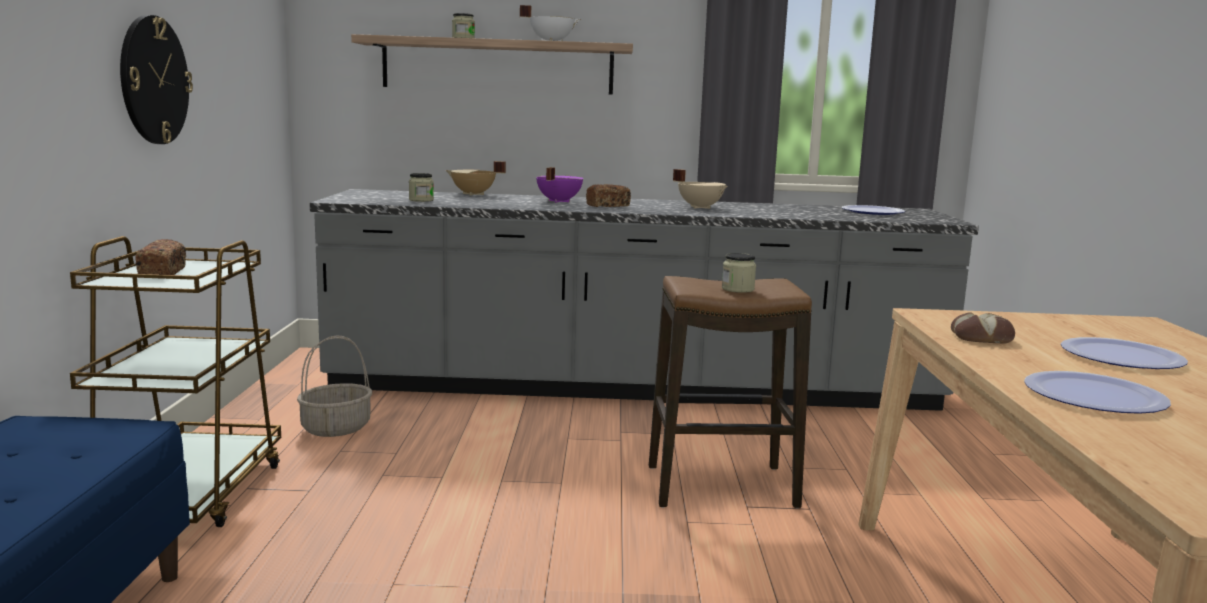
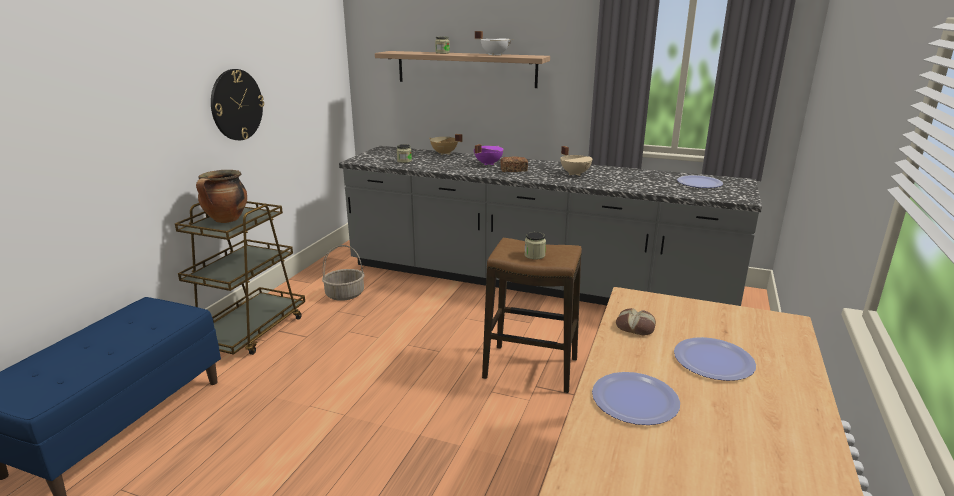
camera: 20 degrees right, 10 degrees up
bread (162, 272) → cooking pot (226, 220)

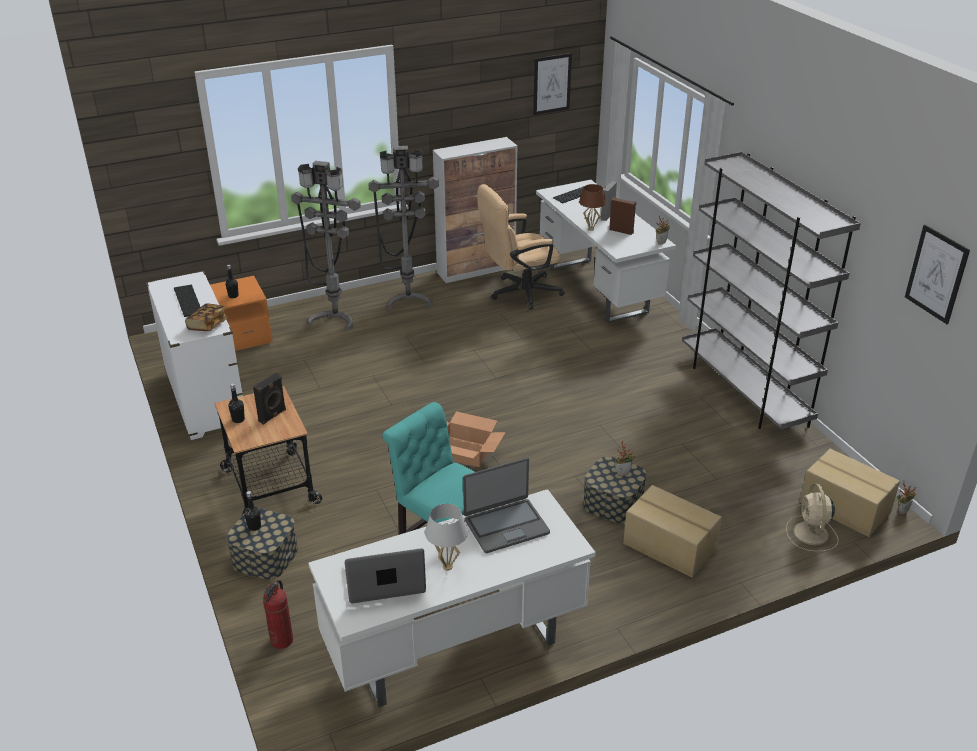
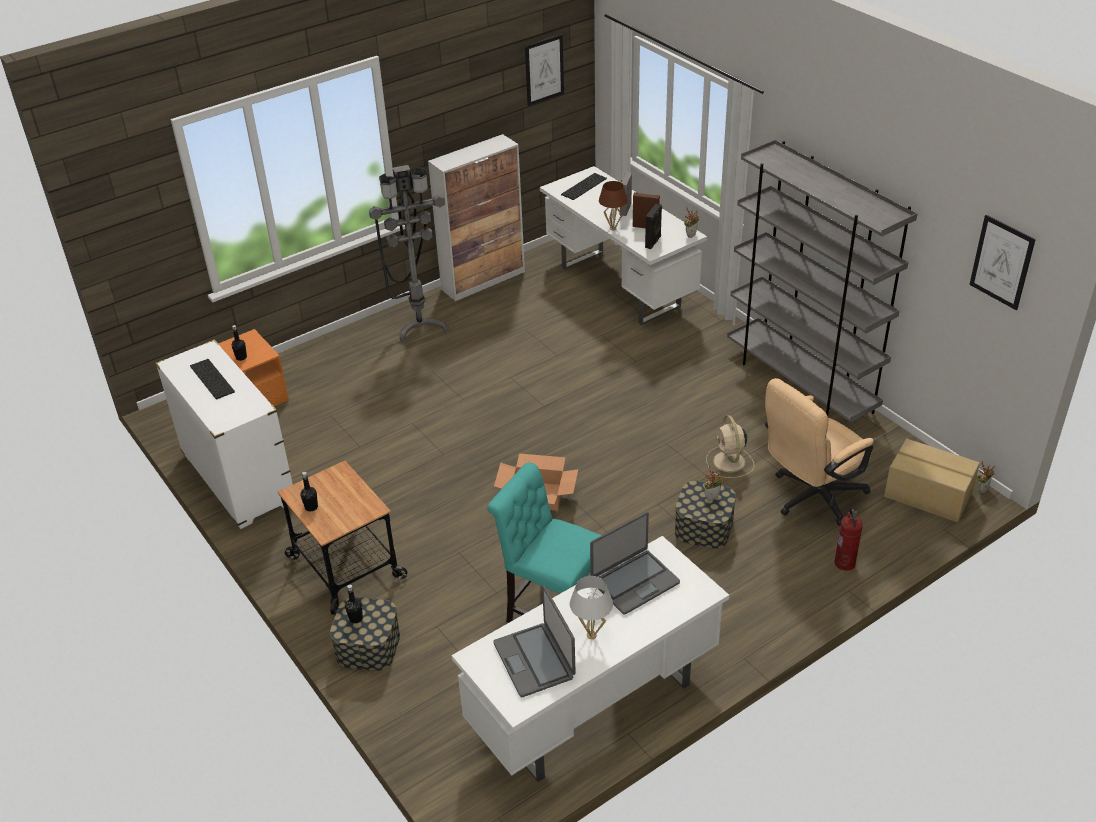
camera: 10 degrees left, 5 degrees up
book (208, 325) → -
speaker/black (273, 416) → speaker/black (653, 242), shifted
fire extinguisher (282, 640) → fire extinguisher (845, 563), shifted
floor lamp/grey (334, 317) → -
laptop (385, 580) → laptop (535, 660), 90 degrees counterclockwise
office chair/beige (519, 293) → office chair/beige (811, 498), shifted
cardboard box (669, 547) → -
fan/beige (811, 534) → fan/beige (729, 462), shifted

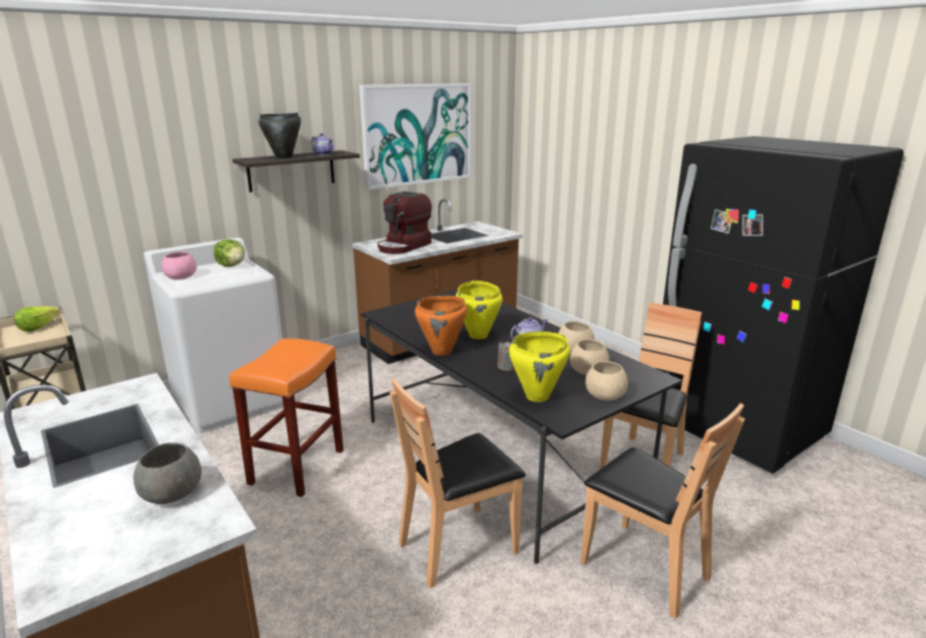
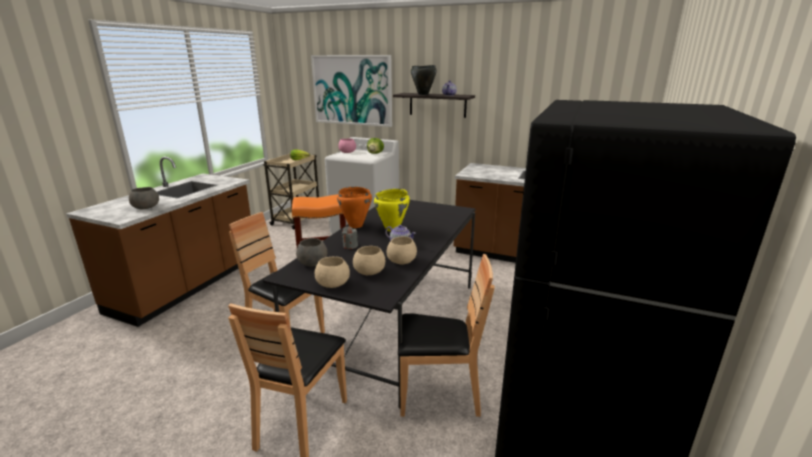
camera: 60 degrees right, 0 degrees up
picture (418, 134) → picture (352, 90), shifted
coffee machine (404, 246) → -
cooking pot/yellow (537, 396) → bowl/grey (313, 263)

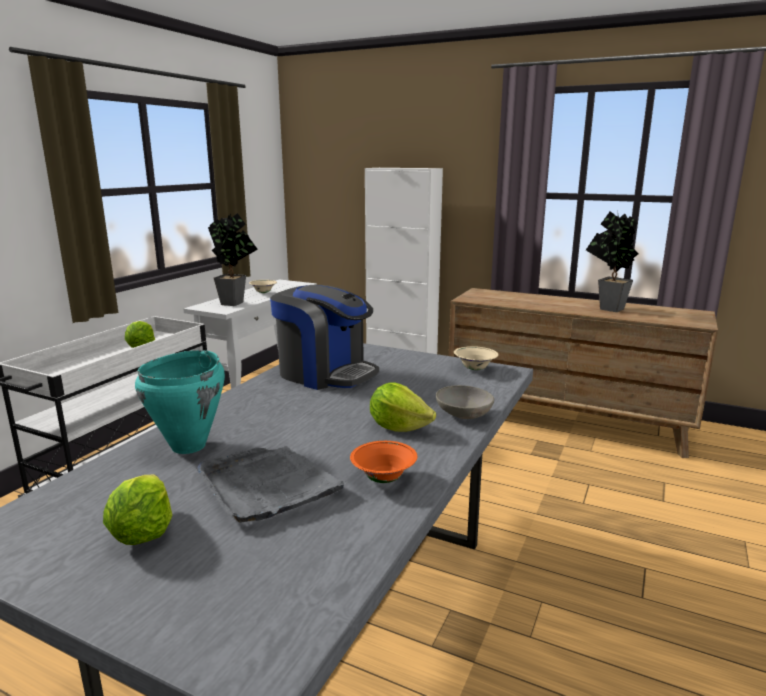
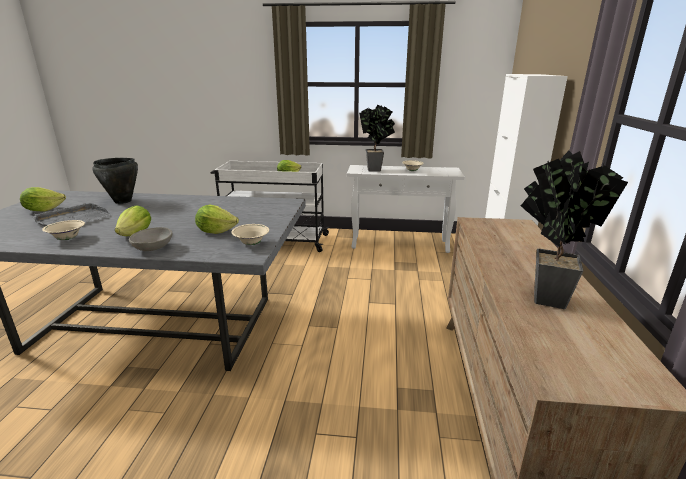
camera: 70 degrees right, 5 degrees up
cooking pot/turquoise (189, 446) → cooking pot/black (123, 201)
coffee machine (325, 373) → -
bowl/orange (384, 479) → bowl/beige (67, 239)
- → lettuce (216, 231)

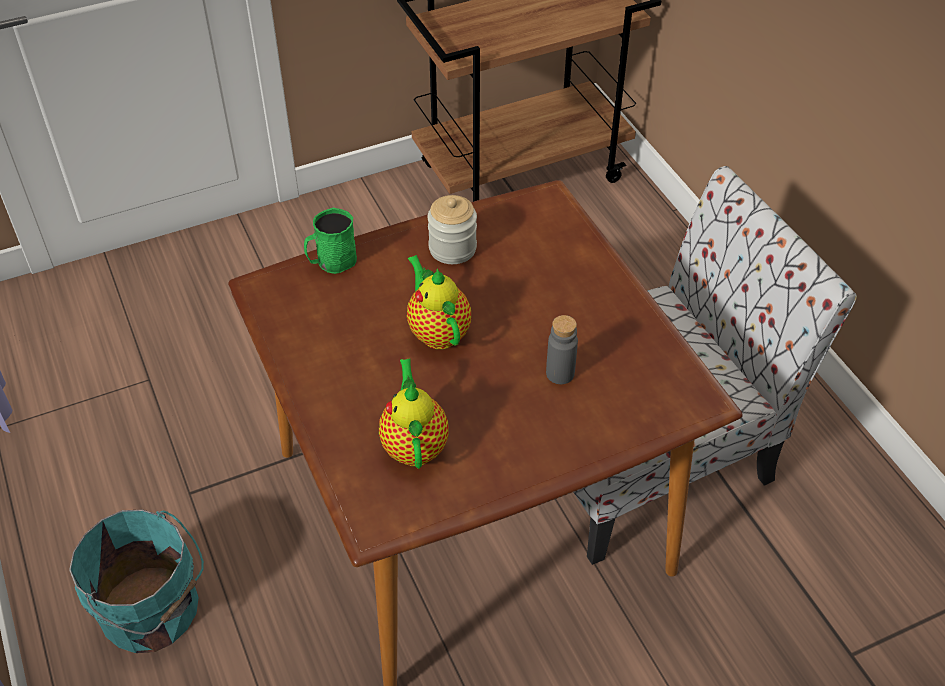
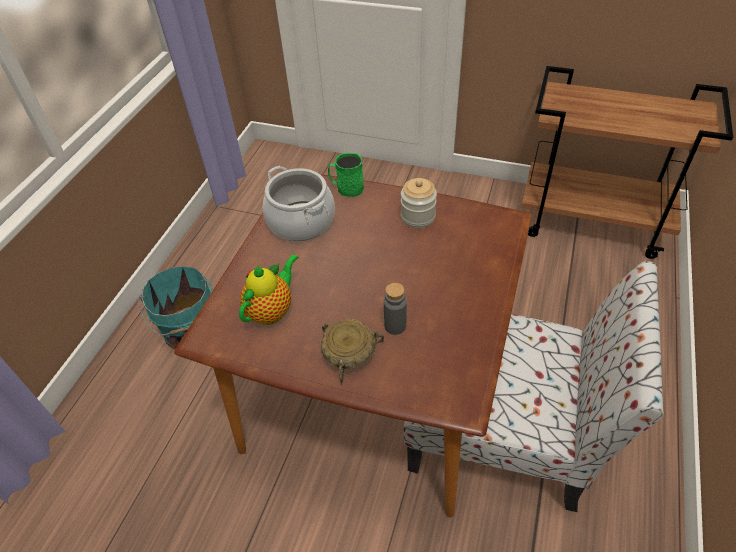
camera: 45 degrees right, 0 degrees up
teapot (437, 331) → -
- → cooking pot (301, 221)
- → bowl/beige (348, 352)

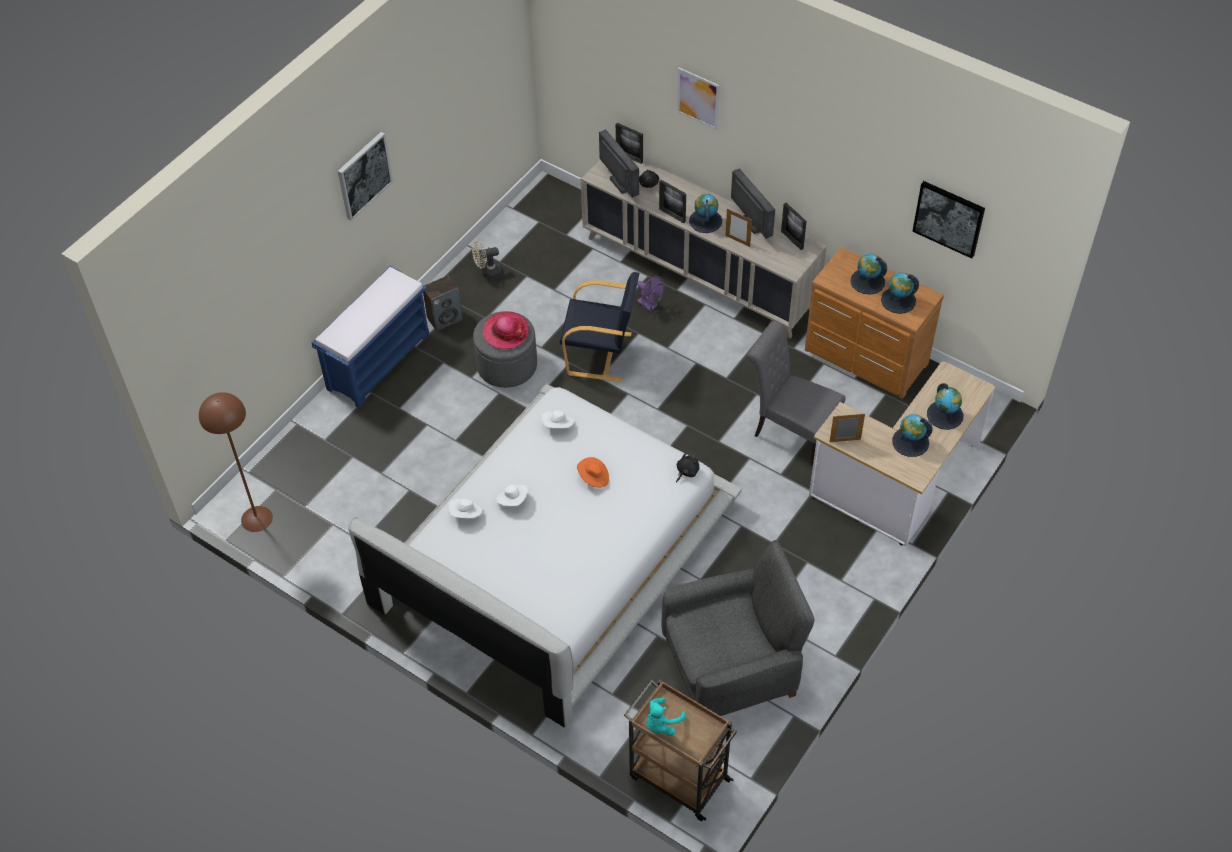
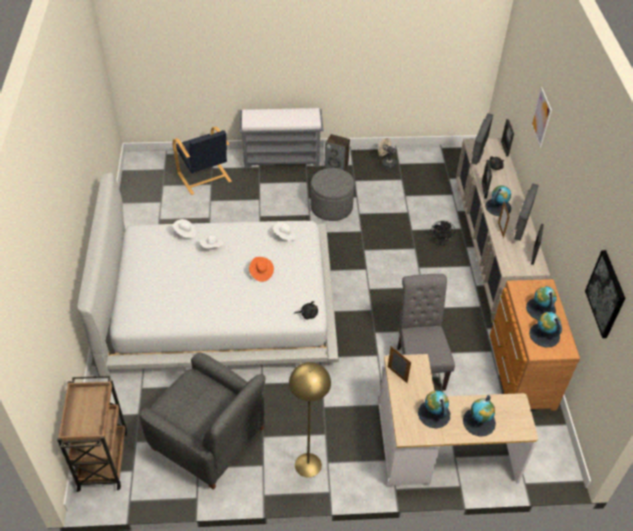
camera: 50 degrees right, 5 degrees down
floor lamp/brown (256, 519) → -
bench/blue (379, 361) → bench/grey (282, 158)
picture (364, 175) → -
hat (505, 332) → -
armchair/black (601, 354) → armchair/black (204, 178), shifted
fan/purple (650, 305) → fan/black (440, 242)
plush toy/turquoise (662, 724) → -
- → floor lamp/yellow (308, 465)

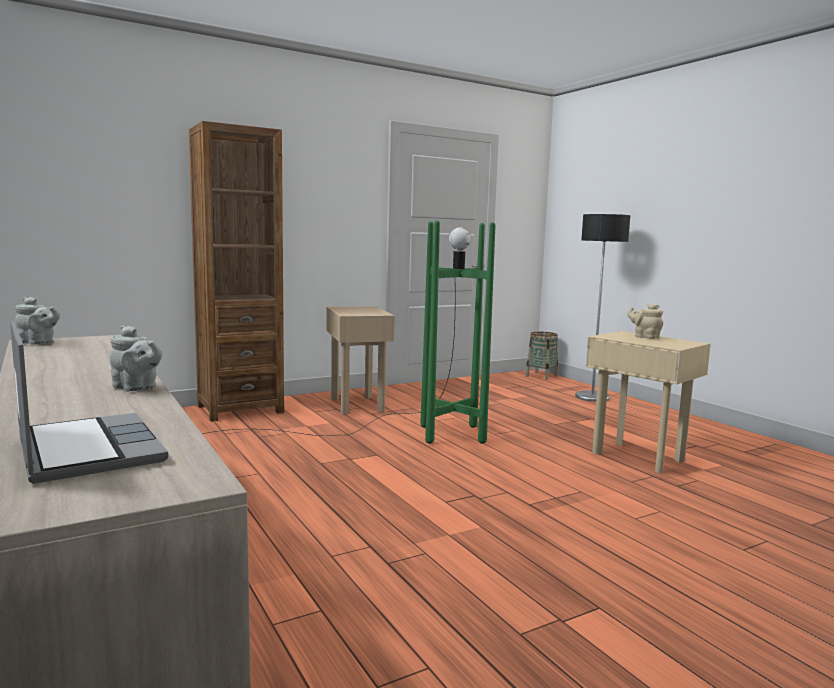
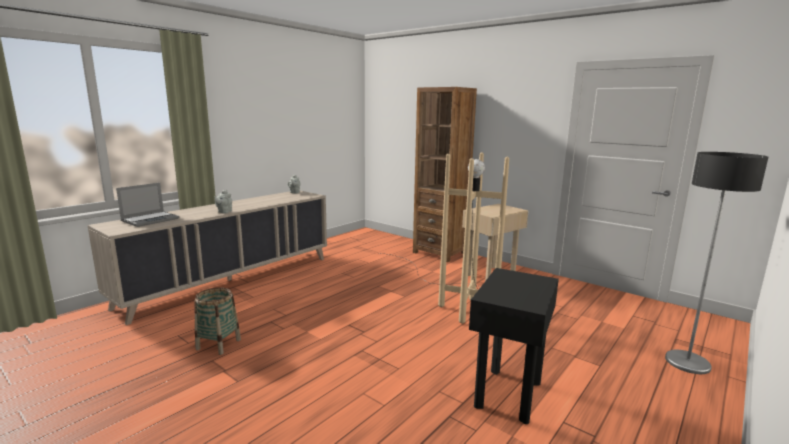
camera: 70 degrees right, 5 degrees up
floor lamp/green (388, 432) → floor lamp/beige (448, 292)
basket (541, 376) → basket (218, 344), shifted
side table/beige (637, 457) → side table/black (507, 394)
teapot/beige (645, 337) → -

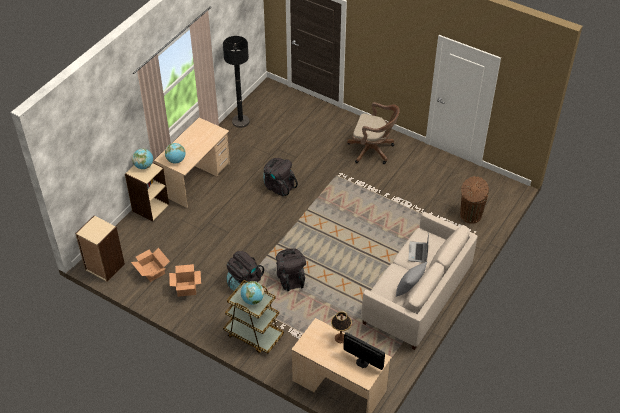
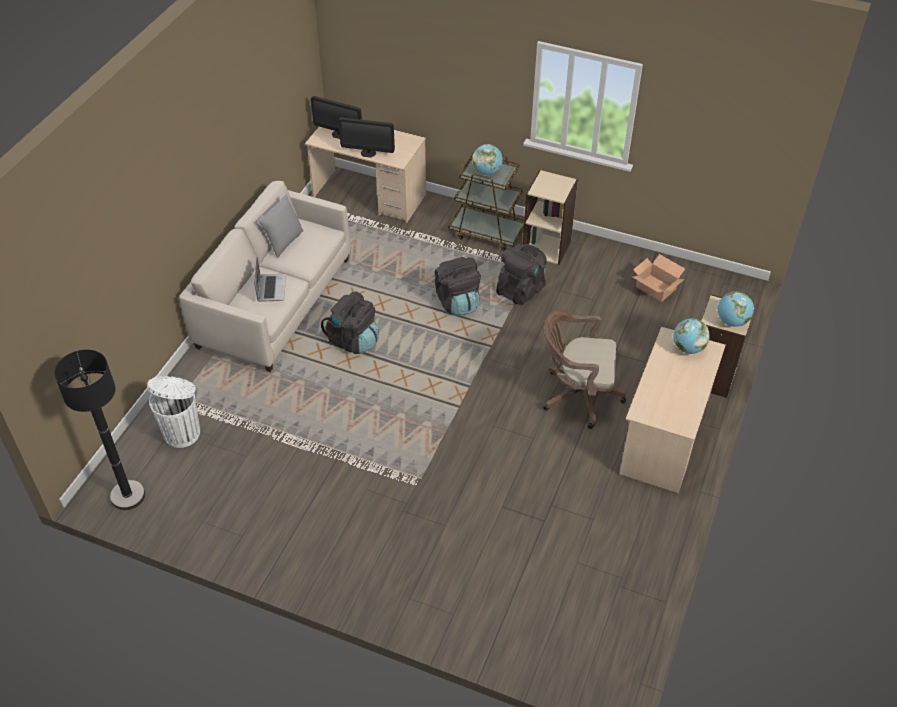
camera: 170 degrees right, 0 degrees up
bookcase/beige (104, 267) → bookcase/beige (546, 247), shifted
cardboard box (186, 289) → -
floor lamp/black (240, 121) → floor lamp/black (128, 496), shifted
backpack/black (279, 186) → backpack/black (353, 340), shifted
table lamp (340, 338) → monitor (368, 153)
office chair/brown (373, 150) → office chair/brown (577, 395), shifted
trash can/brown (470, 216) → trash can/white (182, 432)

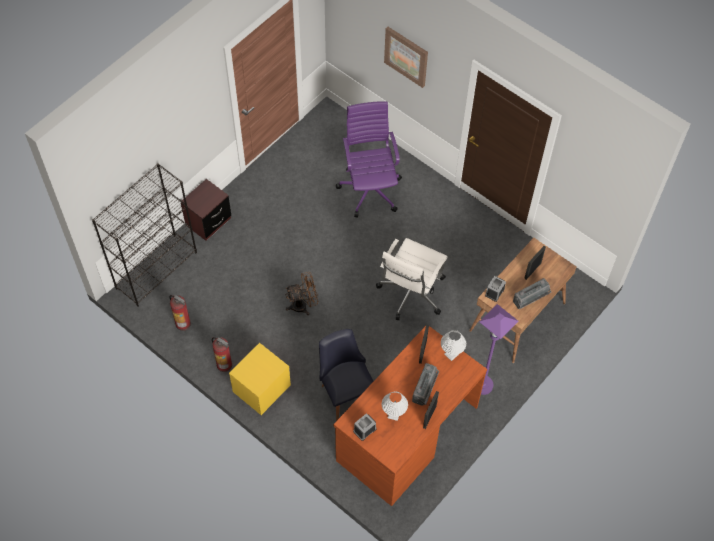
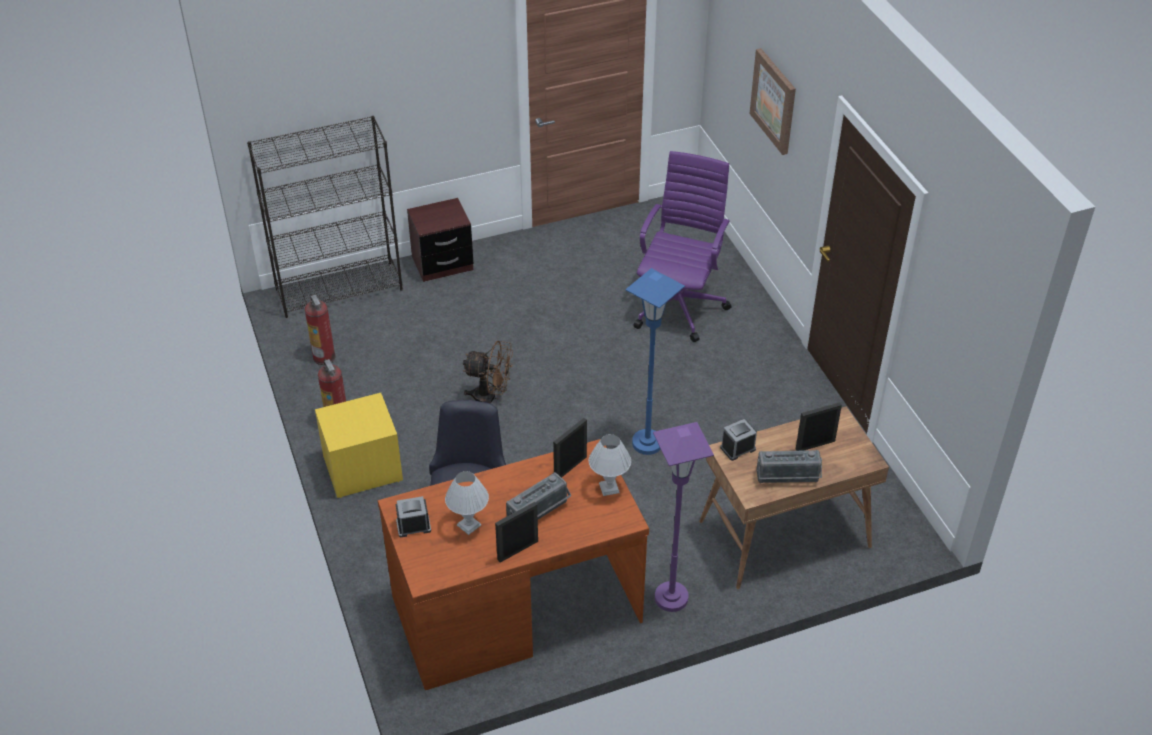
camera: 30 degrees right, 15 degrees down
office chair/white (410, 293) → floor lamp/blue (647, 443)

